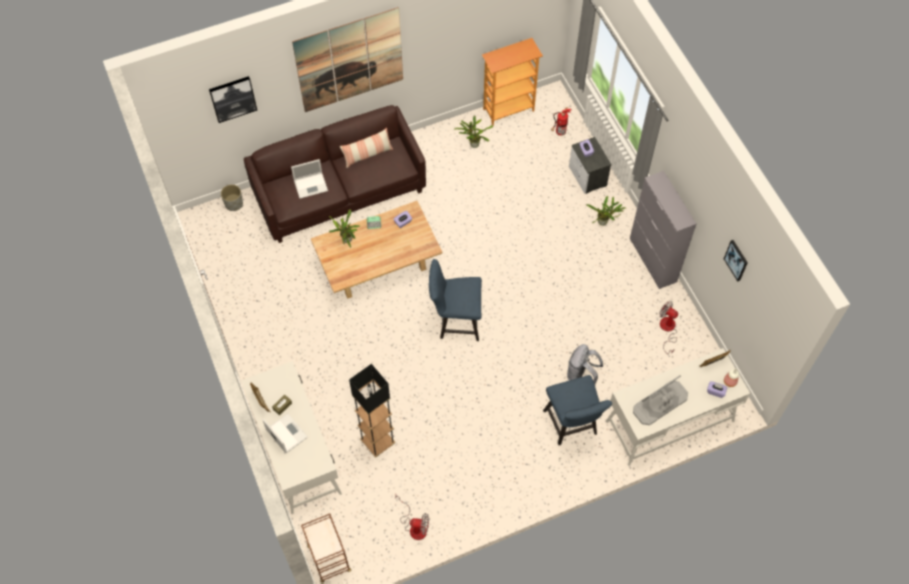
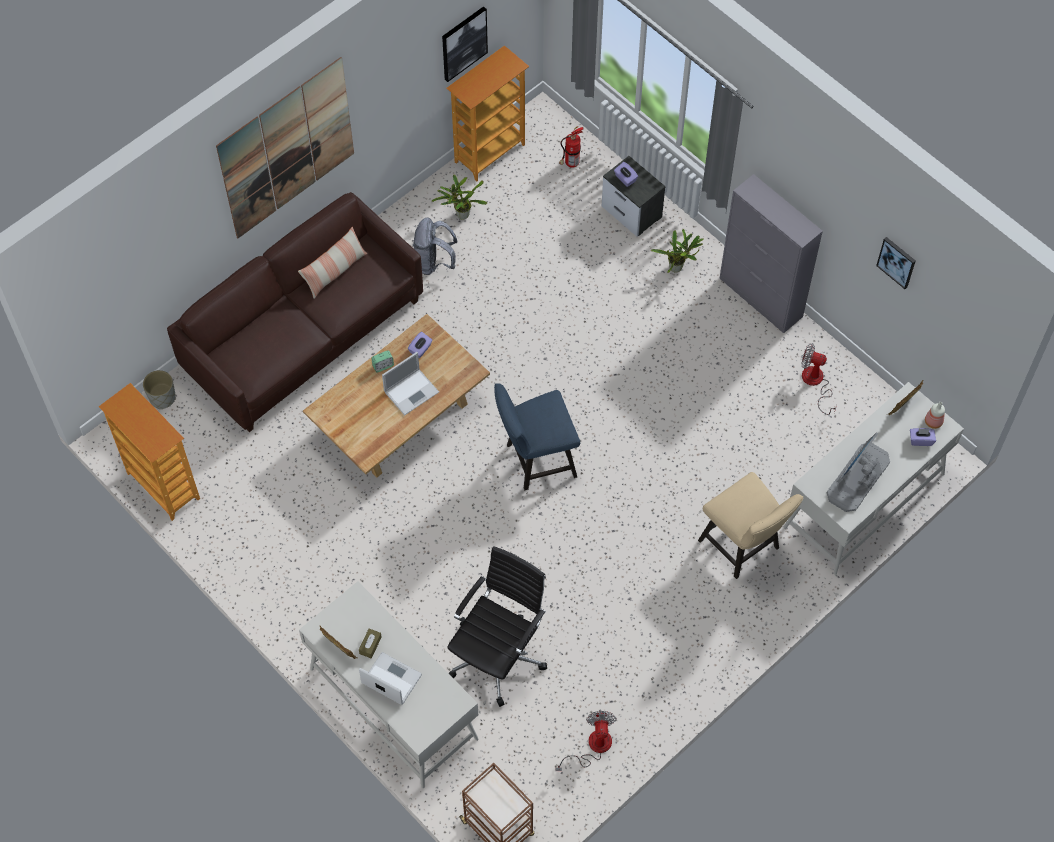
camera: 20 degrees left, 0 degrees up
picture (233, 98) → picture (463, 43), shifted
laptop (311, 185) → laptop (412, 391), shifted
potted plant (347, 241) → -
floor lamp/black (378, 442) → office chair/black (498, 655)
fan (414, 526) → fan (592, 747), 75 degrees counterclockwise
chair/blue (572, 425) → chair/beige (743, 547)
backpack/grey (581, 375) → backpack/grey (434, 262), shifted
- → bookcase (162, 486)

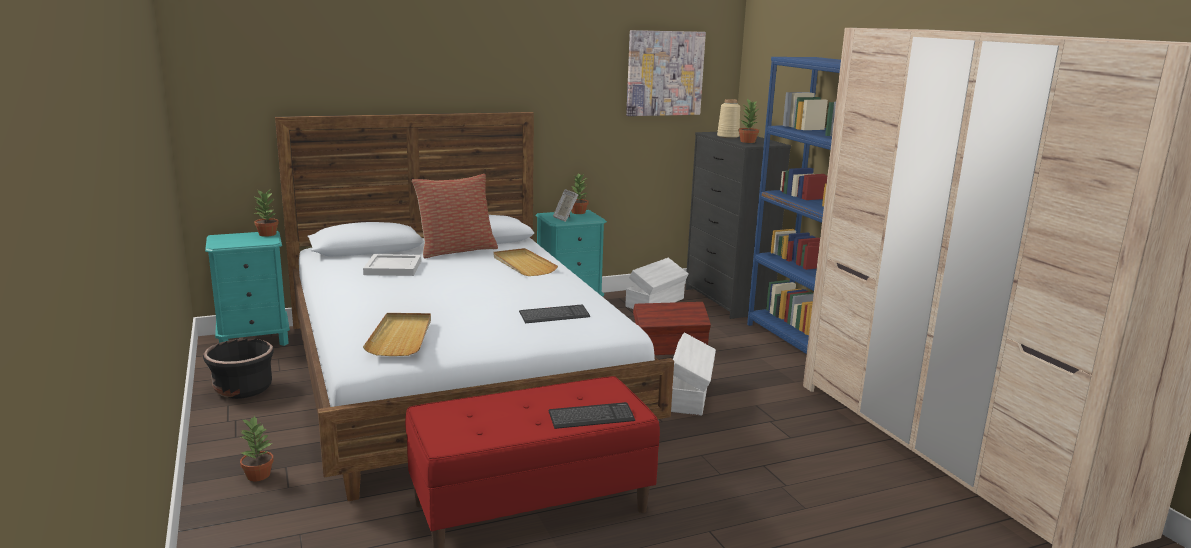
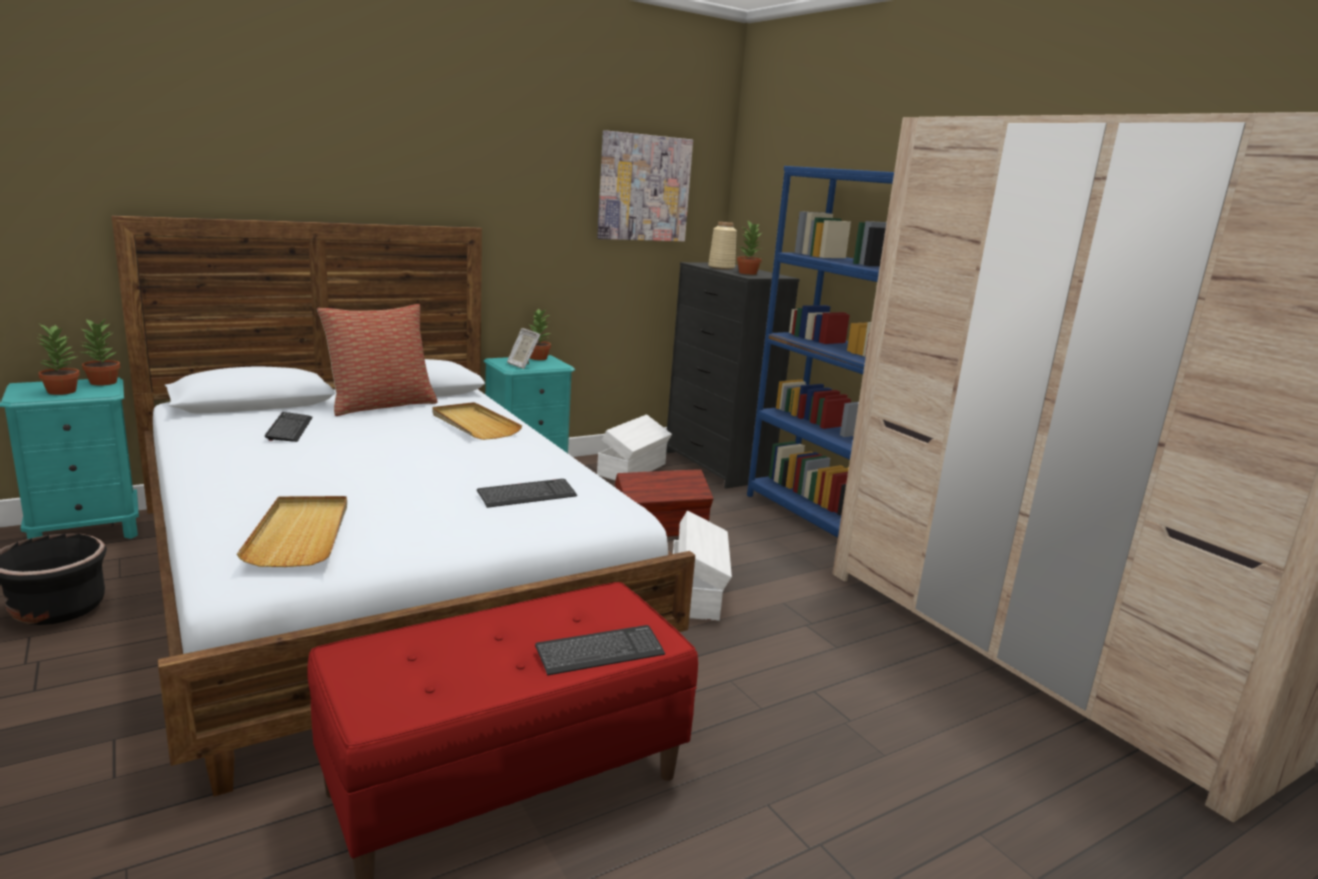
camera: 10 degrees left, 0 degrees up
potted plant (258, 475) → potted plant (61, 391), shifted
tray/white (392, 267) → keyboard (289, 429)

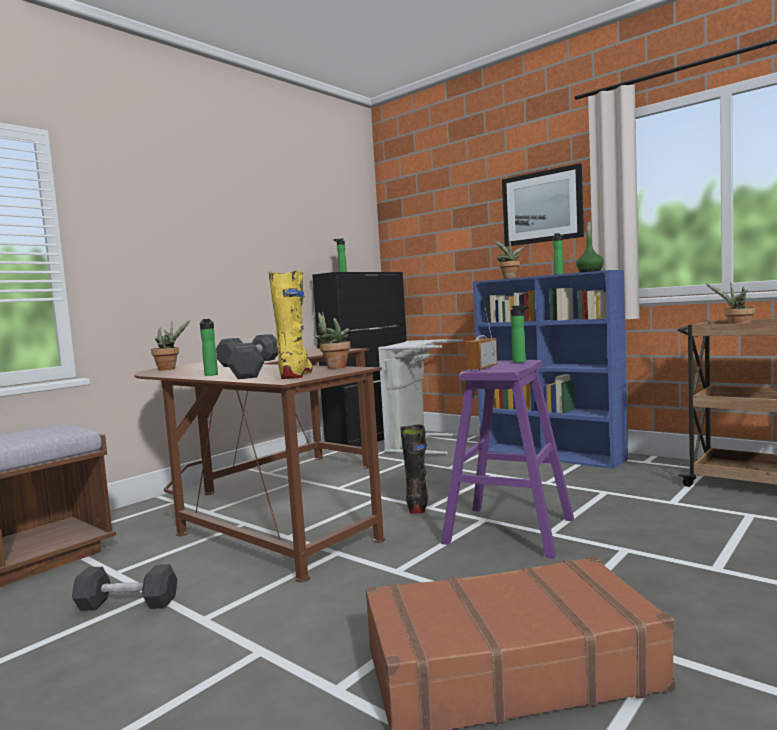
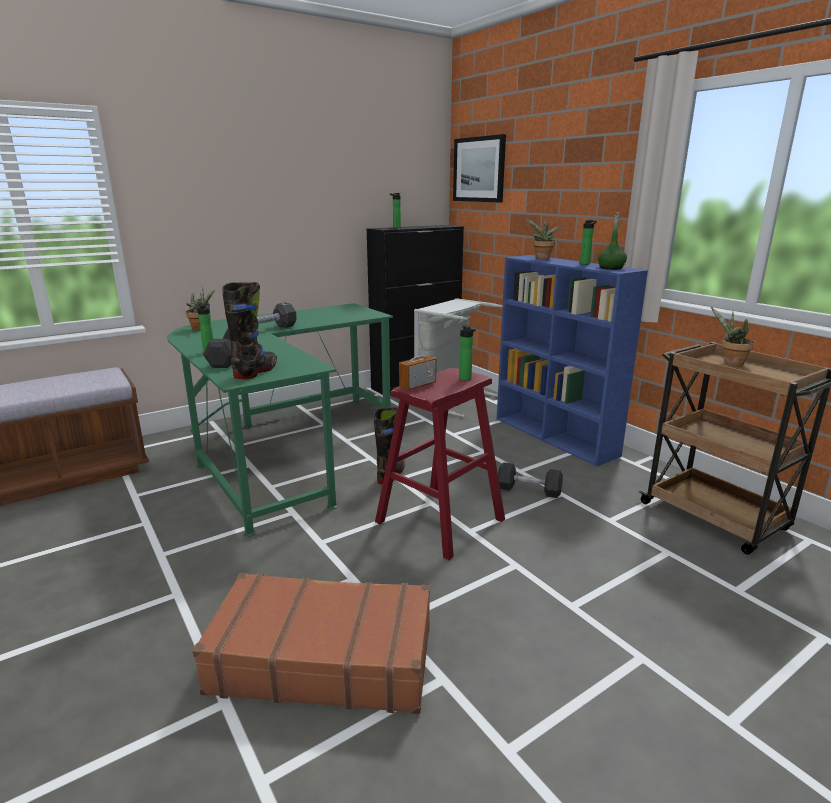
camera: 15 degrees right, 15 degrees up
dumbbell/grey (127, 604) → dumbbell/grey (528, 490), shifted
desk/brown (272, 505) → desk/green (283, 449)
boot/yellow (296, 375) → boot/black (256, 372)
potted plant (334, 367) → -
stool/purple (510, 531) → stool/red (440, 521)
picture (542, 207) → picture (479, 169), shifted

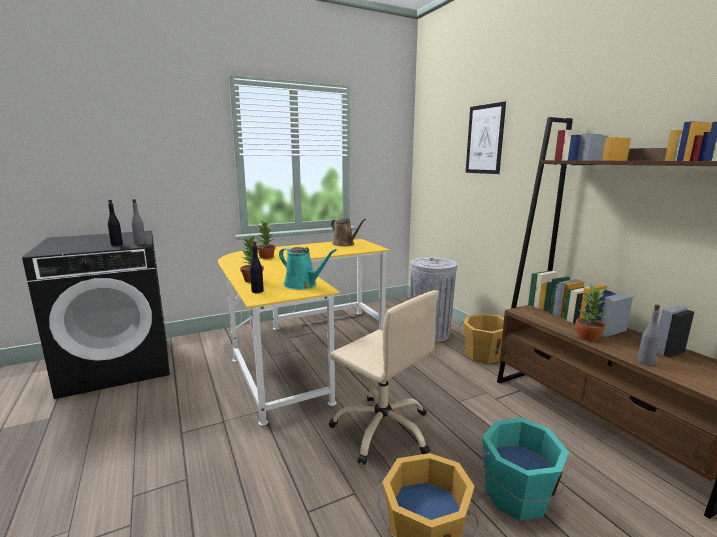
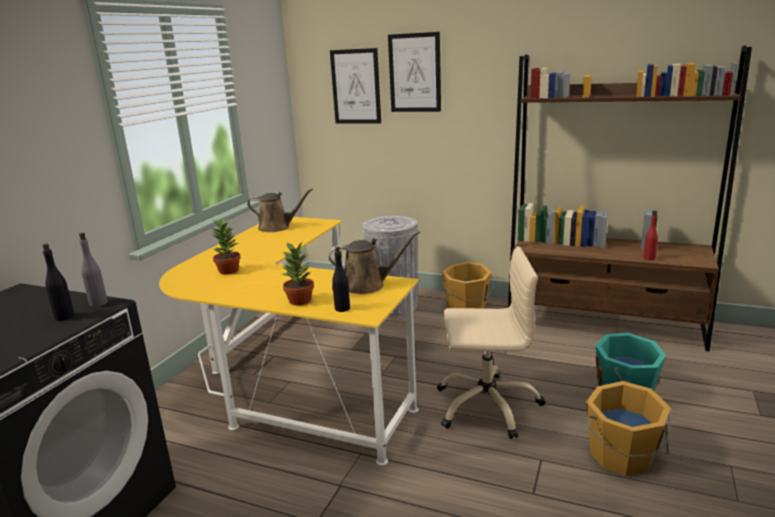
camera: 40 degrees left, 5 degrees up
watering can/turquoise (302, 285) → watering can/brown (368, 285)
potted plant (588, 337) → -
bottle/grey (645, 362) → bottle/red (649, 258)
- → picture (356, 87)

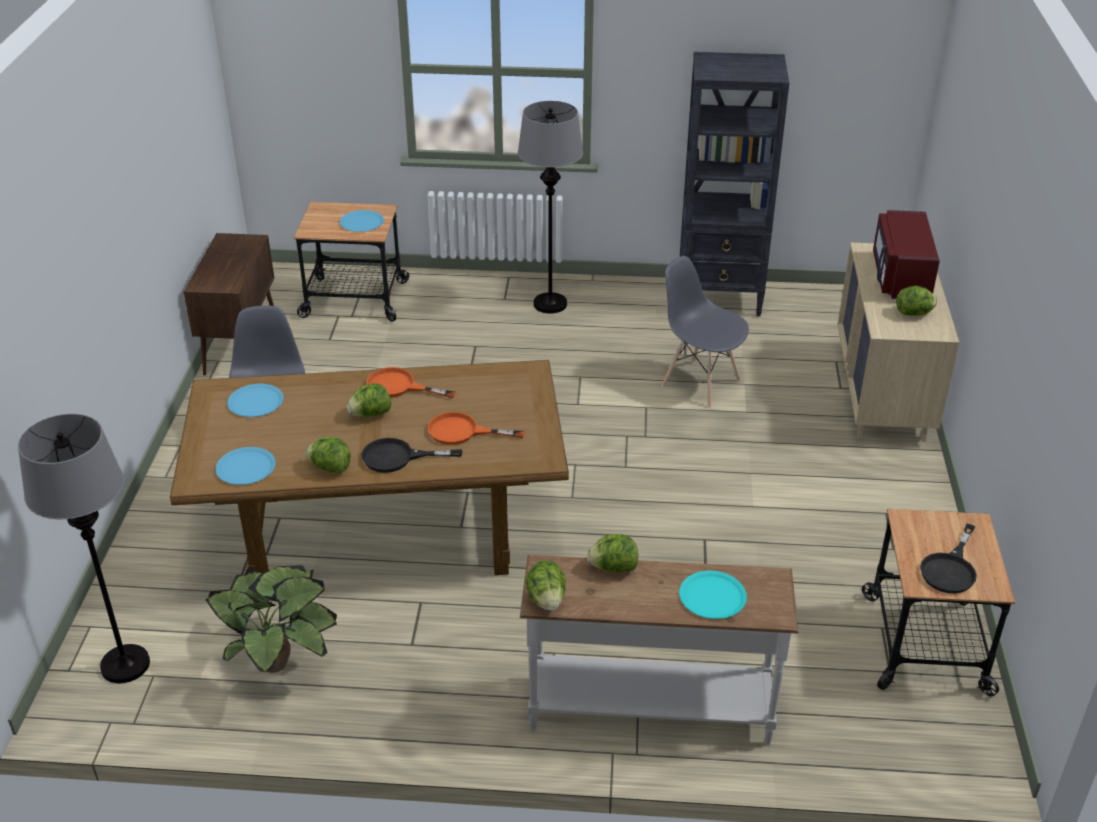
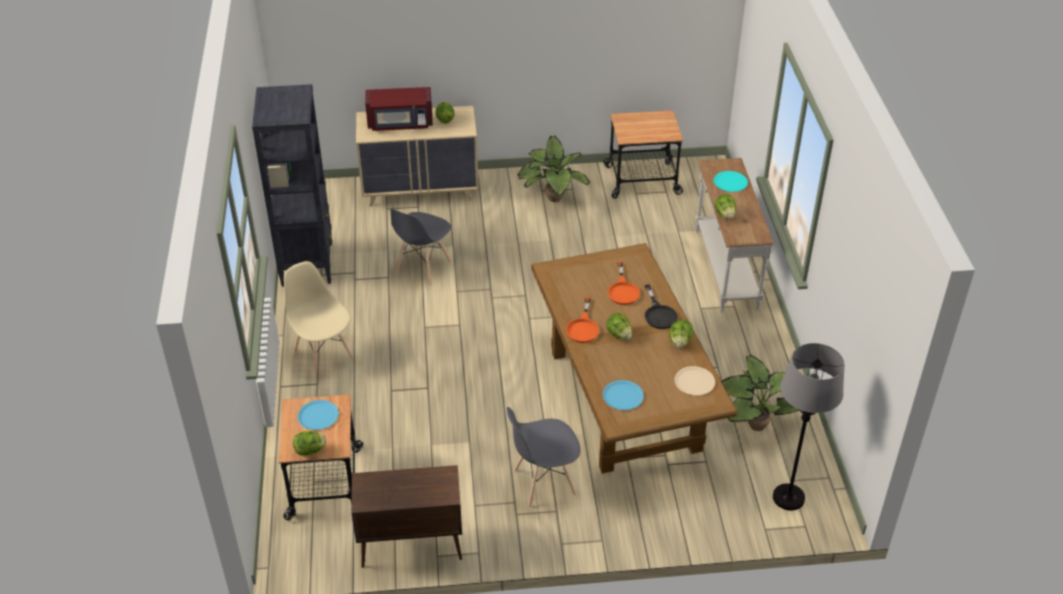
camera: 100 degrees left, 5 degrees up
plate/blue (246, 467) → plate/beige (694, 381)
floor lamp/grey (550, 304) → chair/beige (323, 355)
lettuce (546, 600) → lettuce (310, 451), shifted
frying pan/black (950, 569) → -
- → potted plant (552, 199)

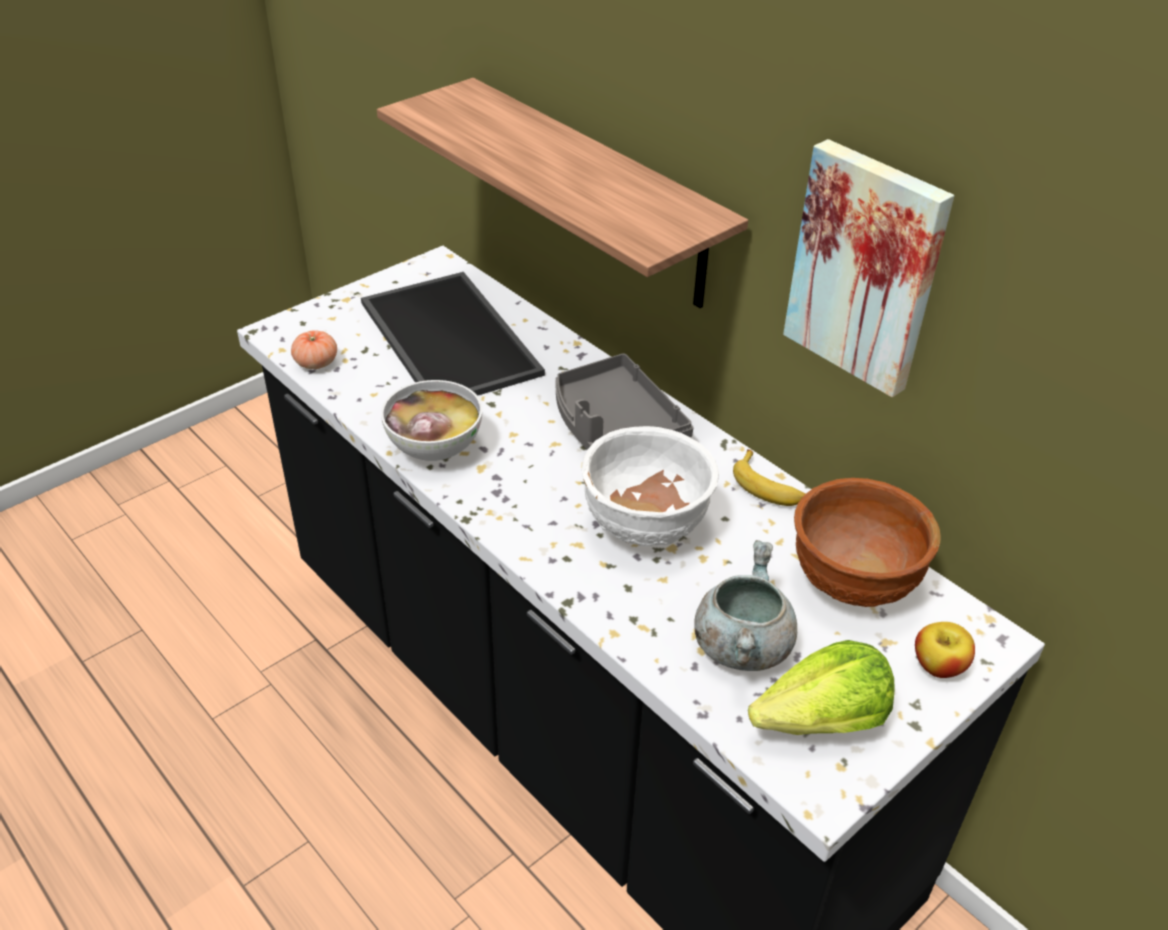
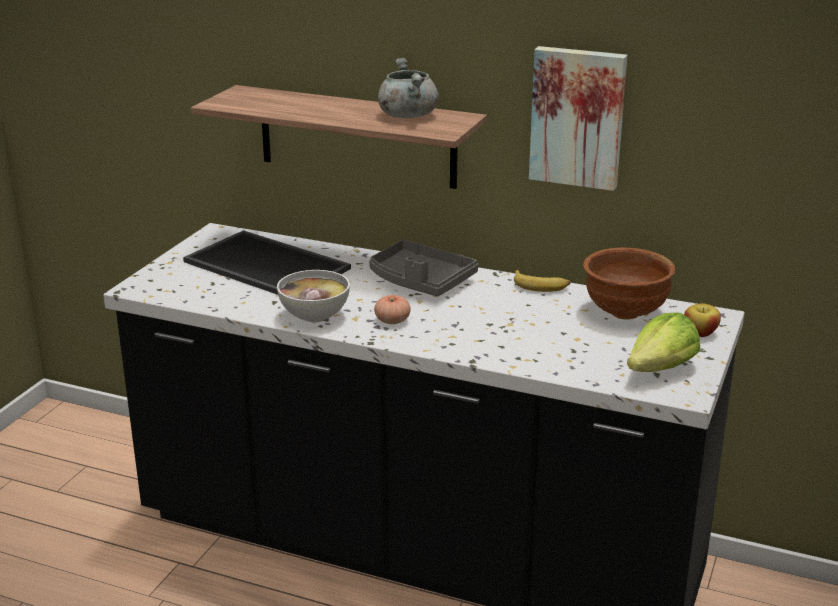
camera: 25 degrees left, 15 degrees down
tomato (316, 363) → tomato (392, 321), shifted
bowl/white (646, 526) → -
cooking pot/grey (741, 644) → cooking pot/grey (407, 115), shifted

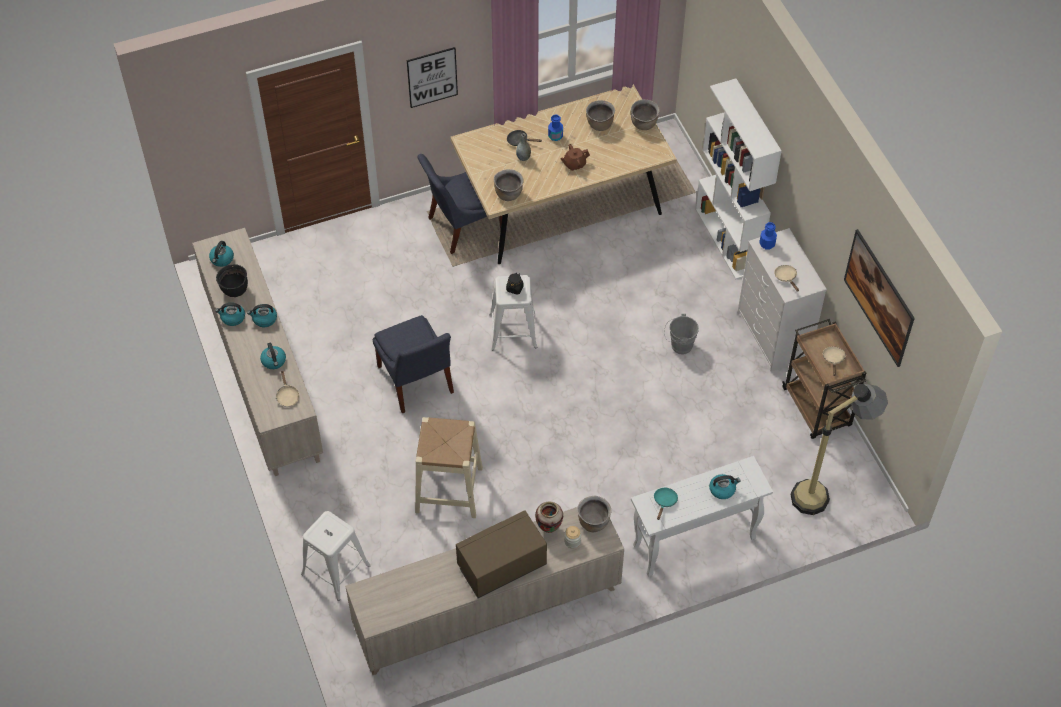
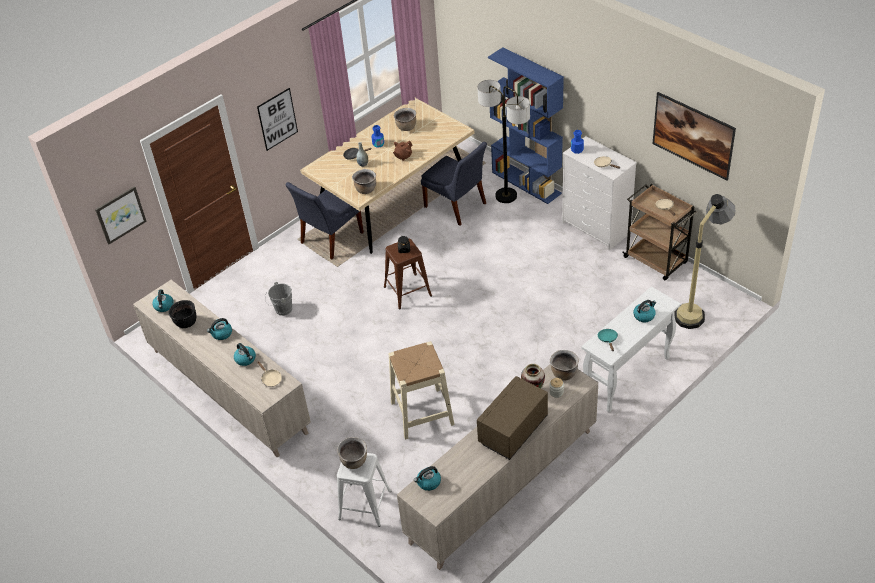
camera: 20 degrees left, 10 degrees down
kettle (232, 318) → kettle (428, 482), shifted
chair/blue (416, 382) → chair/blue (457, 206), shifted
stool/white (513, 330) → stool/brown (407, 291)
cooking pot/brown (644, 124) → cooking pot/brown (354, 462), shifted
bucket/grey (679, 346) → bucket/grey (281, 310), shifted
bookcase/white (728, 240) → bookcase/blue (527, 183)
- → picture (120, 214)
- → floor lamp (506, 196)

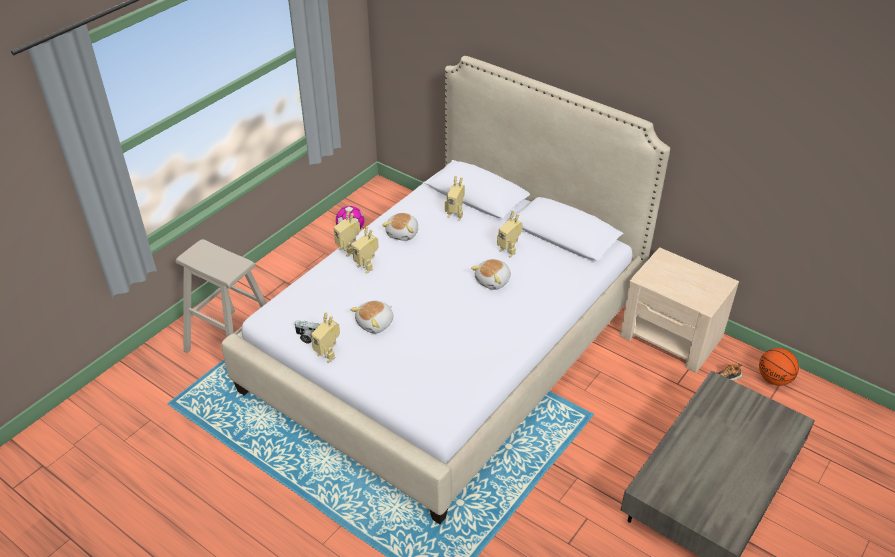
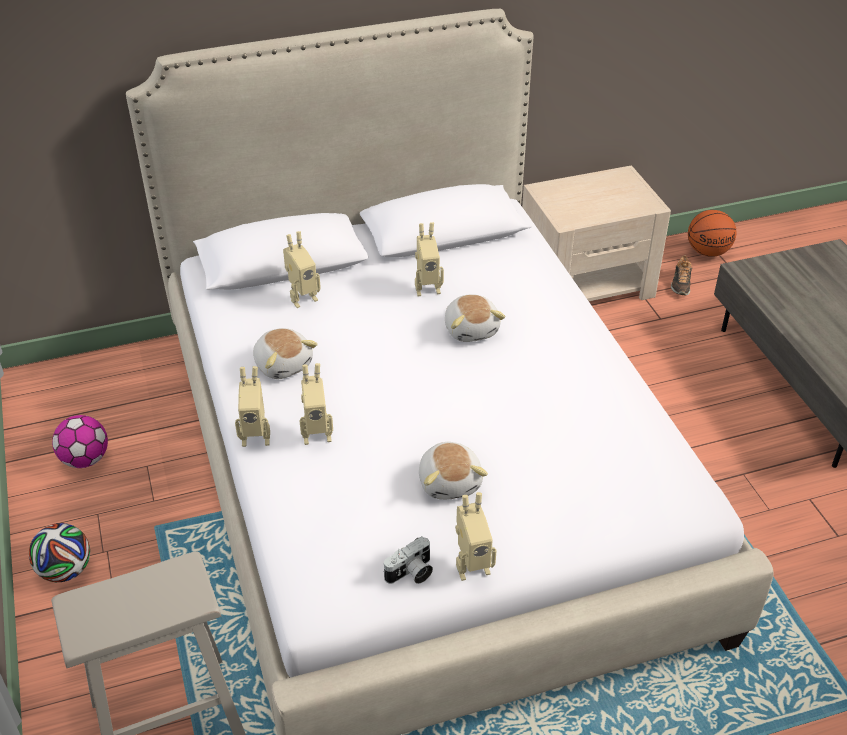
camera: 55 degrees left, 0 degrees up
- → football (66, 570)

